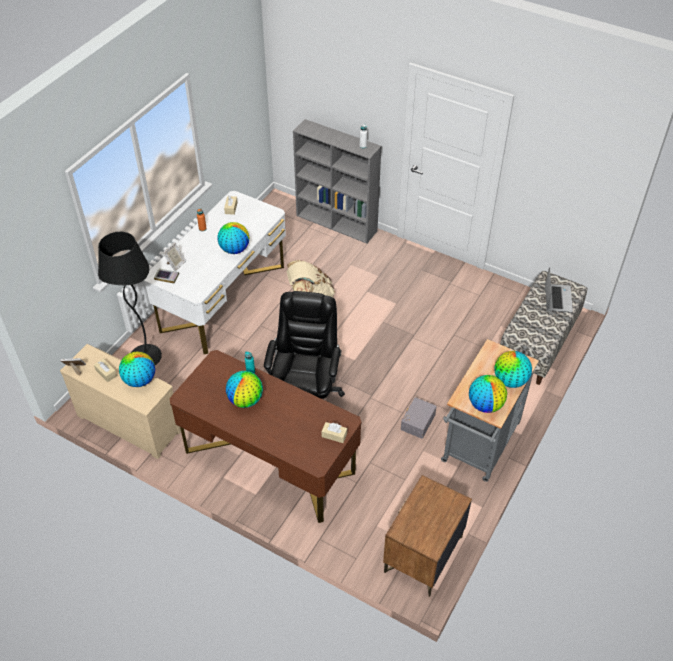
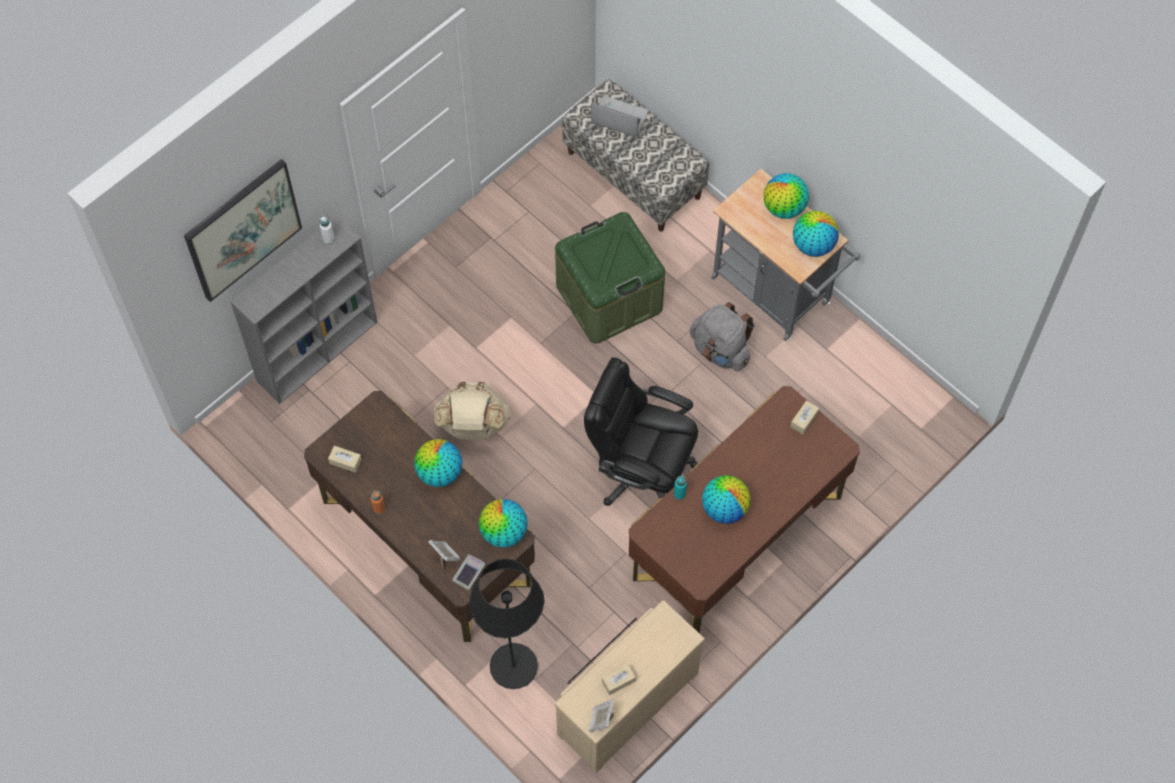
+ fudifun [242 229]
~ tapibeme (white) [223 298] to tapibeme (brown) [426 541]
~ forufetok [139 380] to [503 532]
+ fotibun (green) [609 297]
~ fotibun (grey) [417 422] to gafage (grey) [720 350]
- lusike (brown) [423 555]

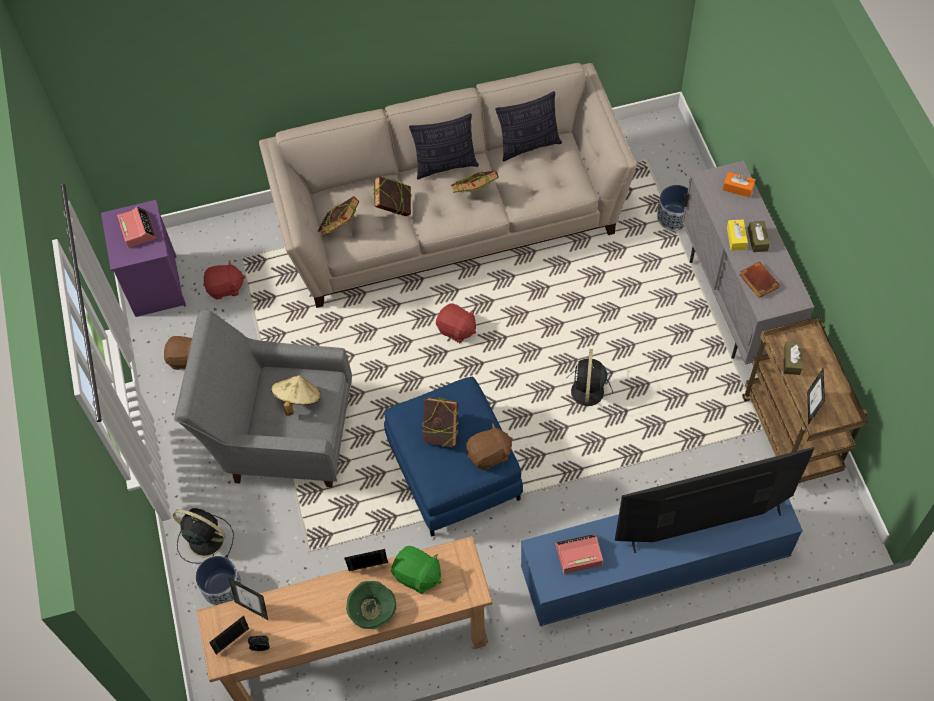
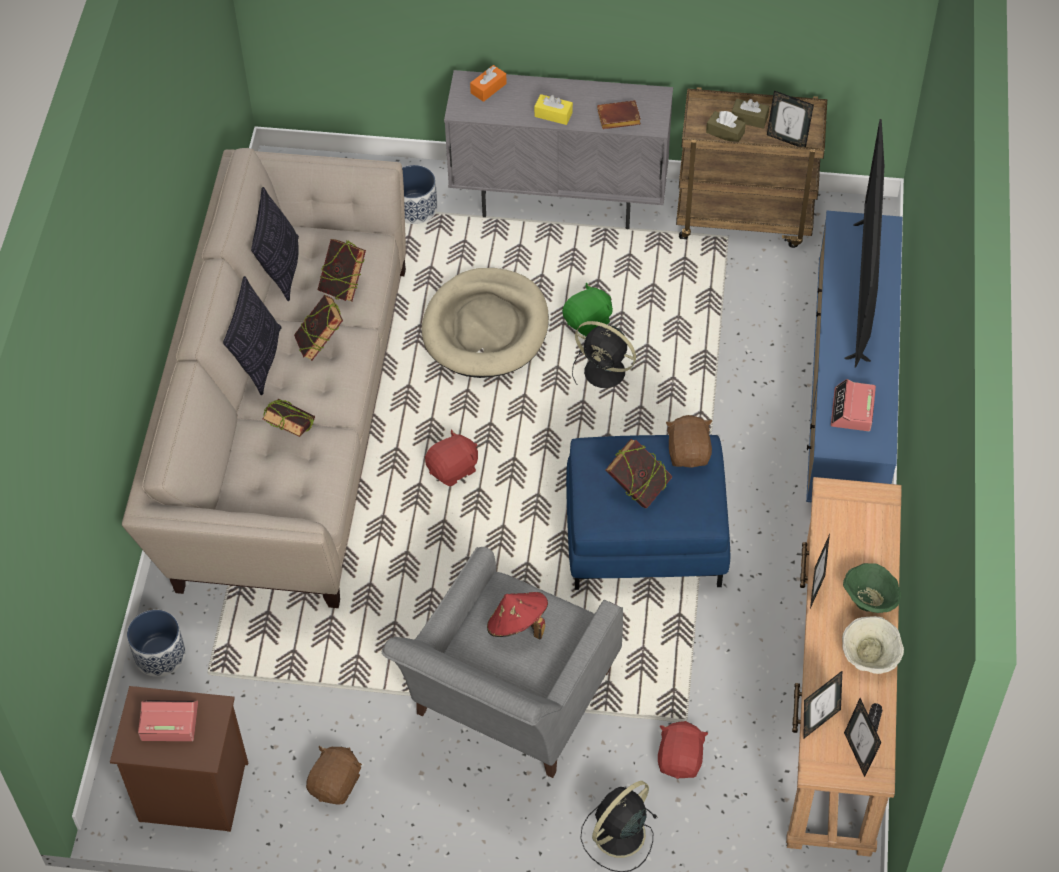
~ lusike (purple) [154 285] to lusike (brown) [190 793]
~ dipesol [223 587] to [159 654]
~ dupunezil [340 228] to [343 287]
+ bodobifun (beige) [486 327]
~ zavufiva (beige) [298 400] to zavufiva (red) [517 626]
~ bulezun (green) [417 575] to [588 321]
~ bulezun (red) [225 288] to [680 759]
~ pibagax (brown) [757 240] to [749 118]
+ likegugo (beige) [870 656]

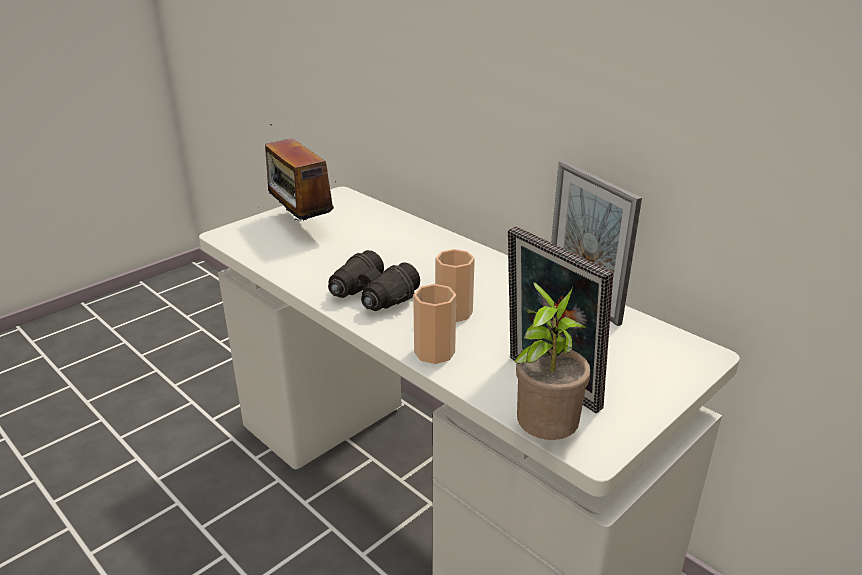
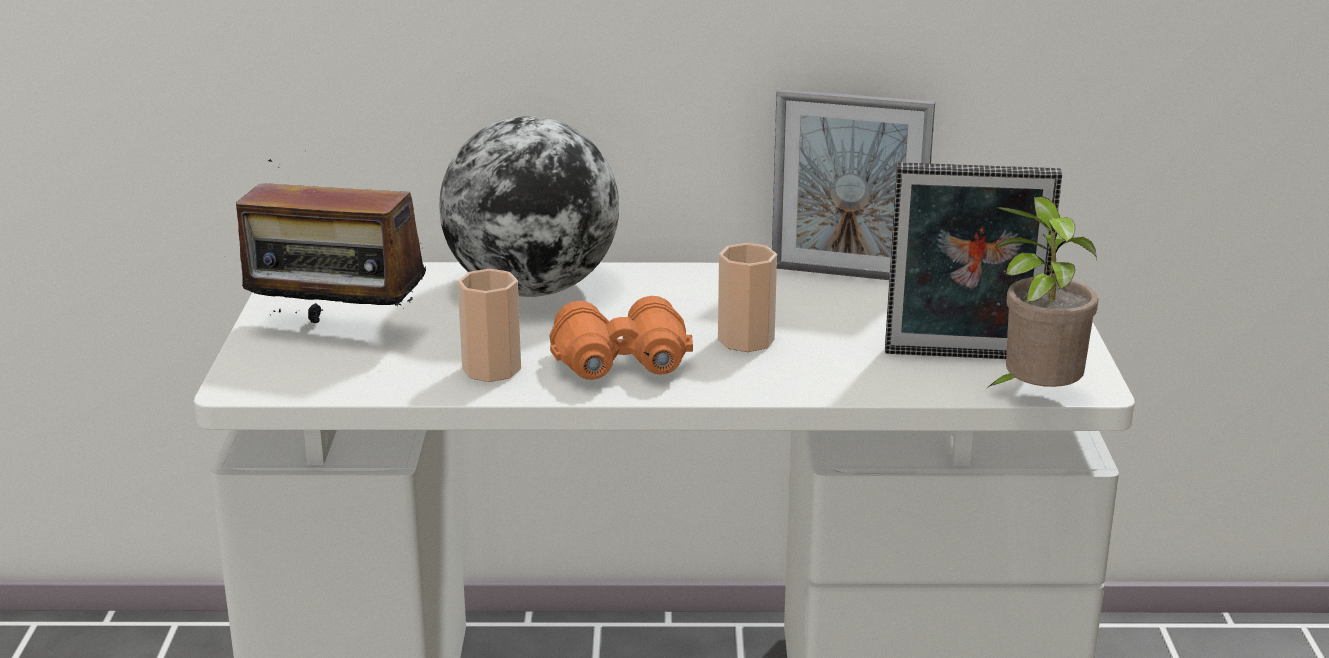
+ forufetok [532 289]
~ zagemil [434 352] to [491 369]
~ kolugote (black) [372 297] to kolugote (orange) [622 365]

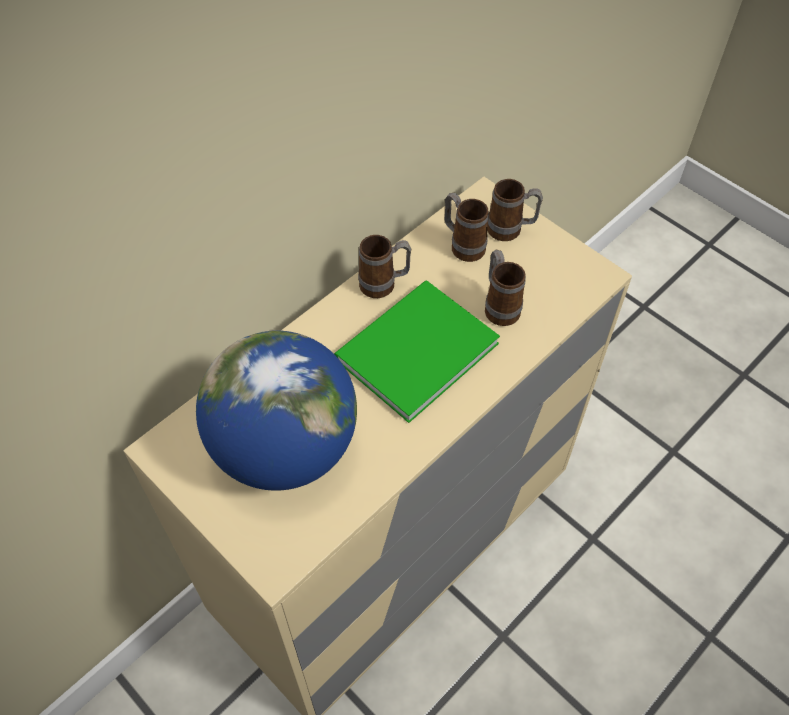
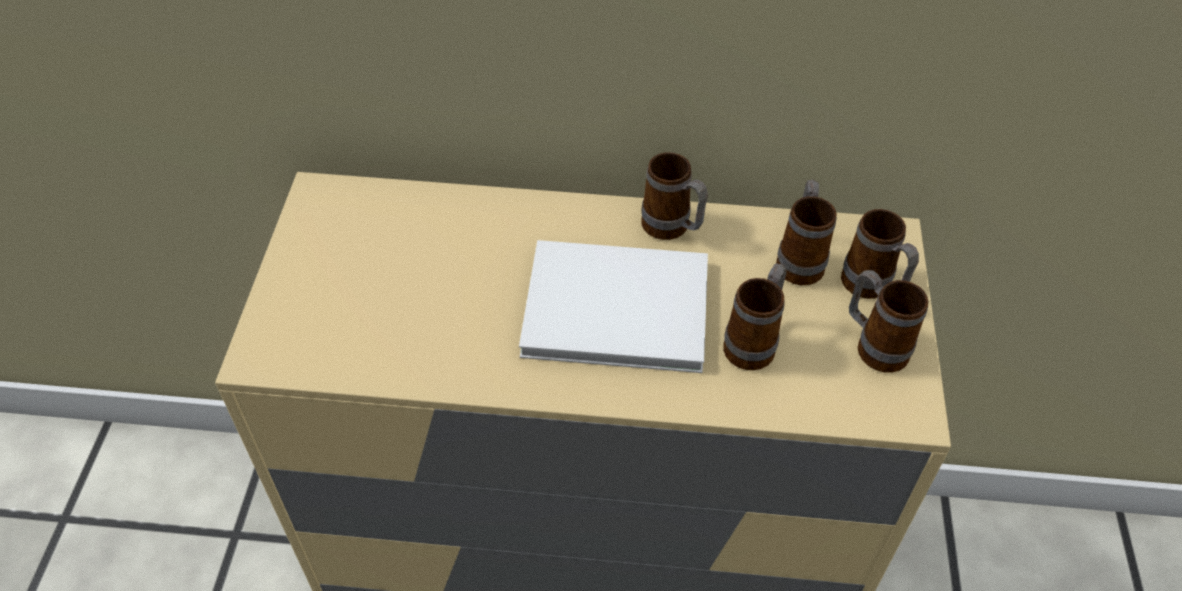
~ dupunezil (green) [411 352] to dupunezil (white) [611 304]
+ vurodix [874 345]
- forufetok [285 448]

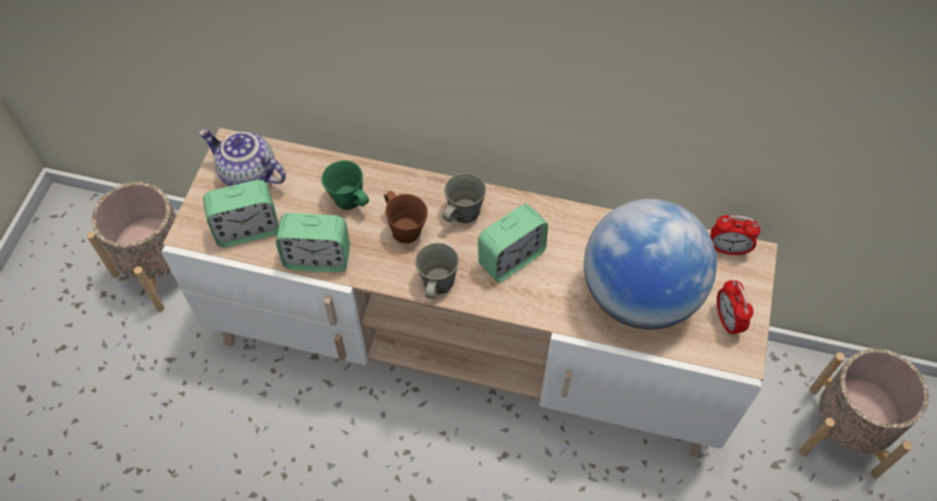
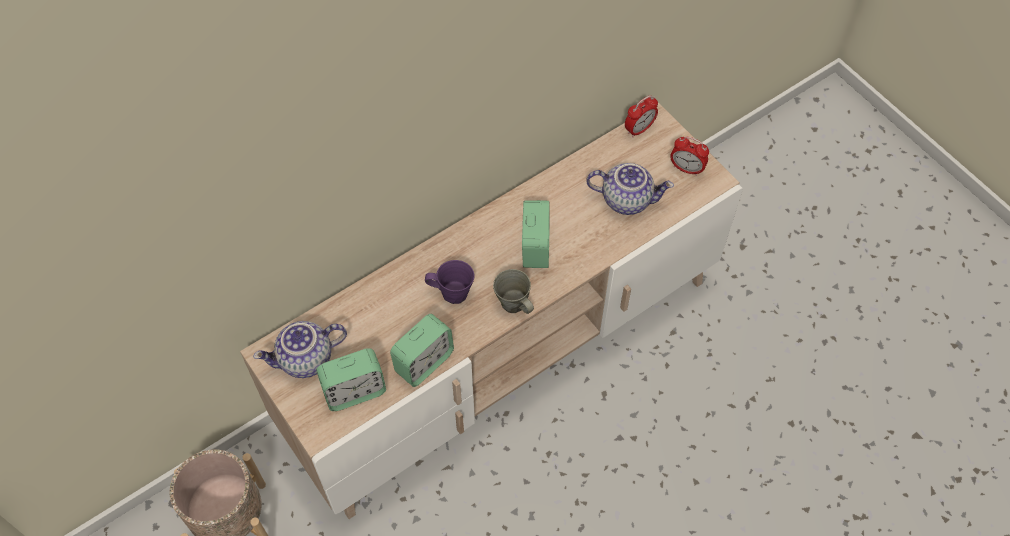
~ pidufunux [247 229] = [354 391] 45 degrees clockwise
~ vurodix (brown) [405 229] to vurodix (purple) [453 292]
~ forufetok [639 294] to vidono [627 199]
- vurodix (green) [349 200]
- vurodix (grey) [463 213]
- dipesol (beige) [843 430]

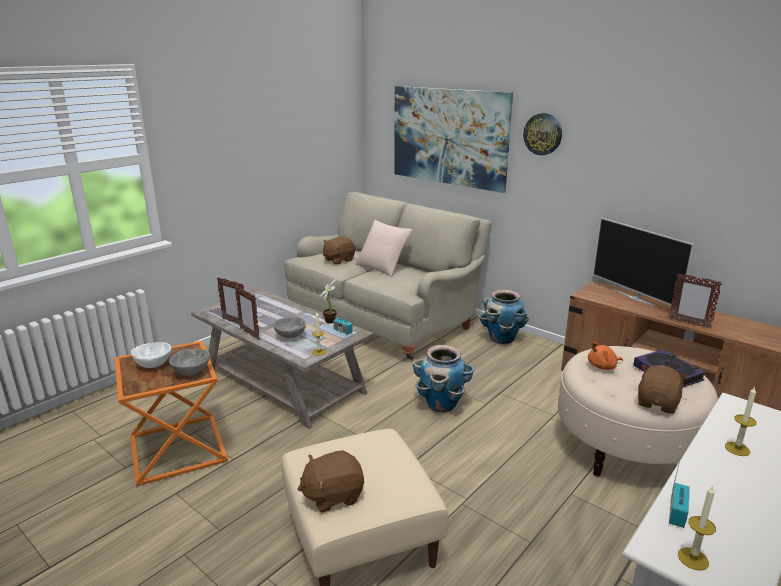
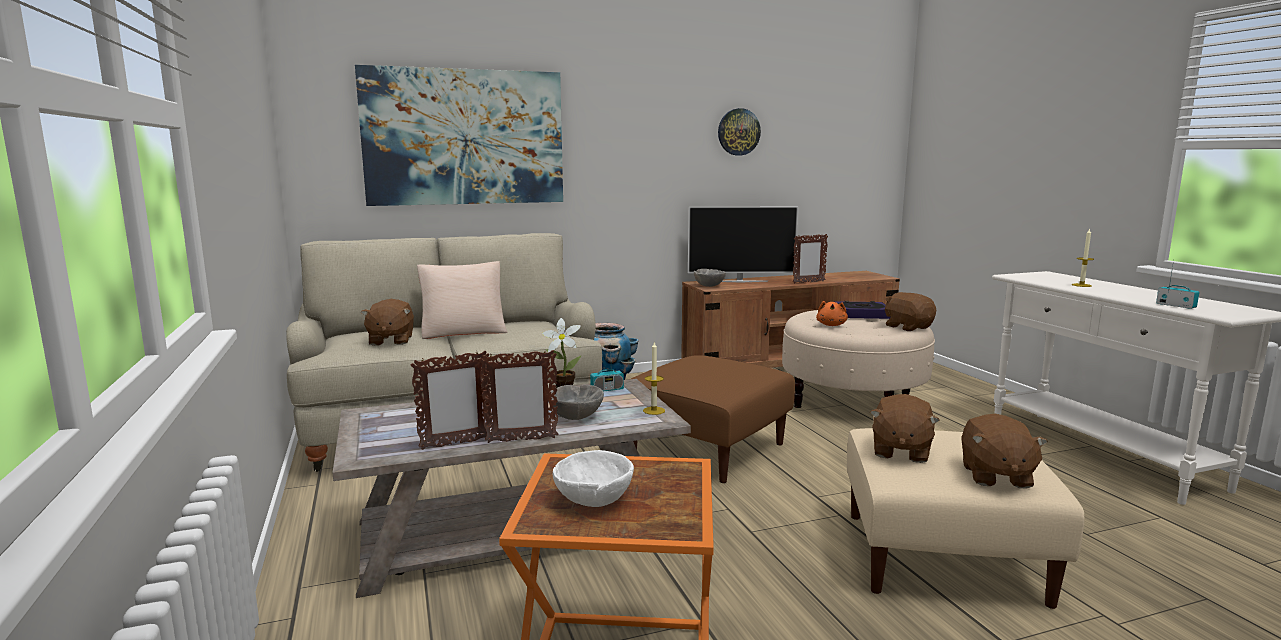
~ dipesol [441 404] to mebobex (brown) [707 448]
~ likegugo (grey) [191 372] to [709 286]
~ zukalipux [543 134] to [738 132]
+ bulezun (brown) [900 451]
- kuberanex [693 558]

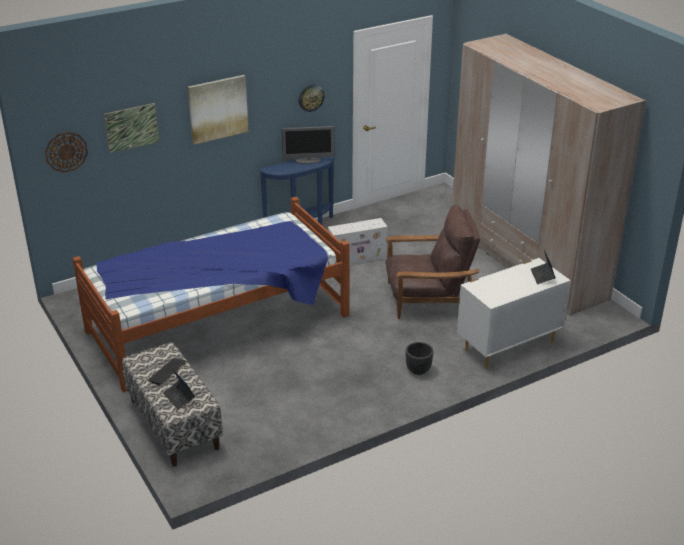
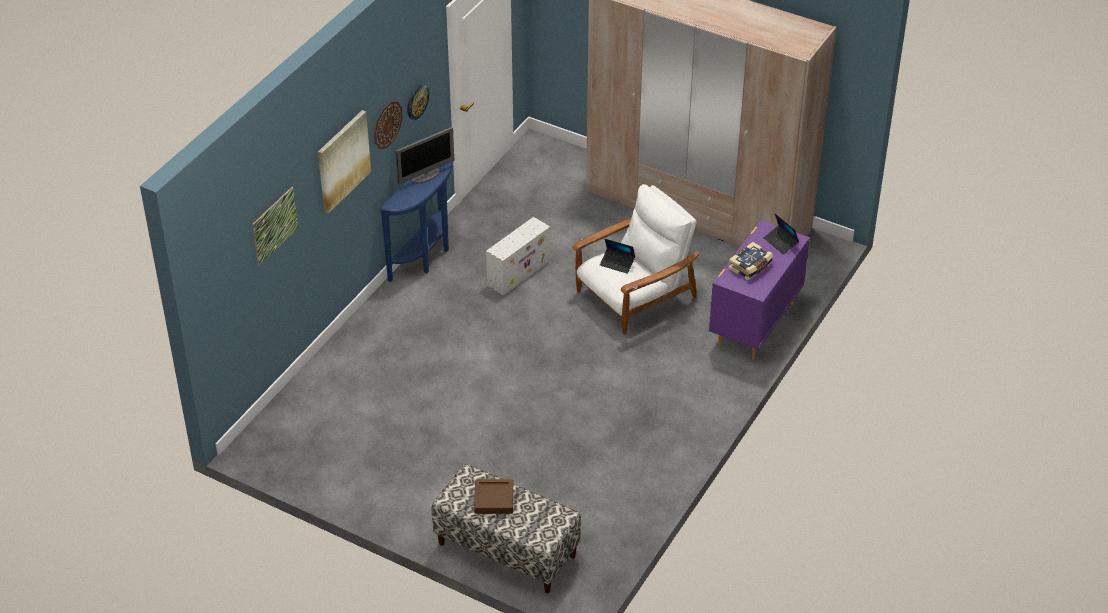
~ zukalipux [66 151] to [387 124]
~ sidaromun [166 372] to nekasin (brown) [494 499]
~ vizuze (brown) [428 297] to vizuze (white) [634 295]
~ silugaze [179 397] to [617 263]
~ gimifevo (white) [507 346] to gimifevo (purple) [754 324]
+ dupunezil [751 267]
- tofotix [219 324]
- dipesol (black) [418 370]

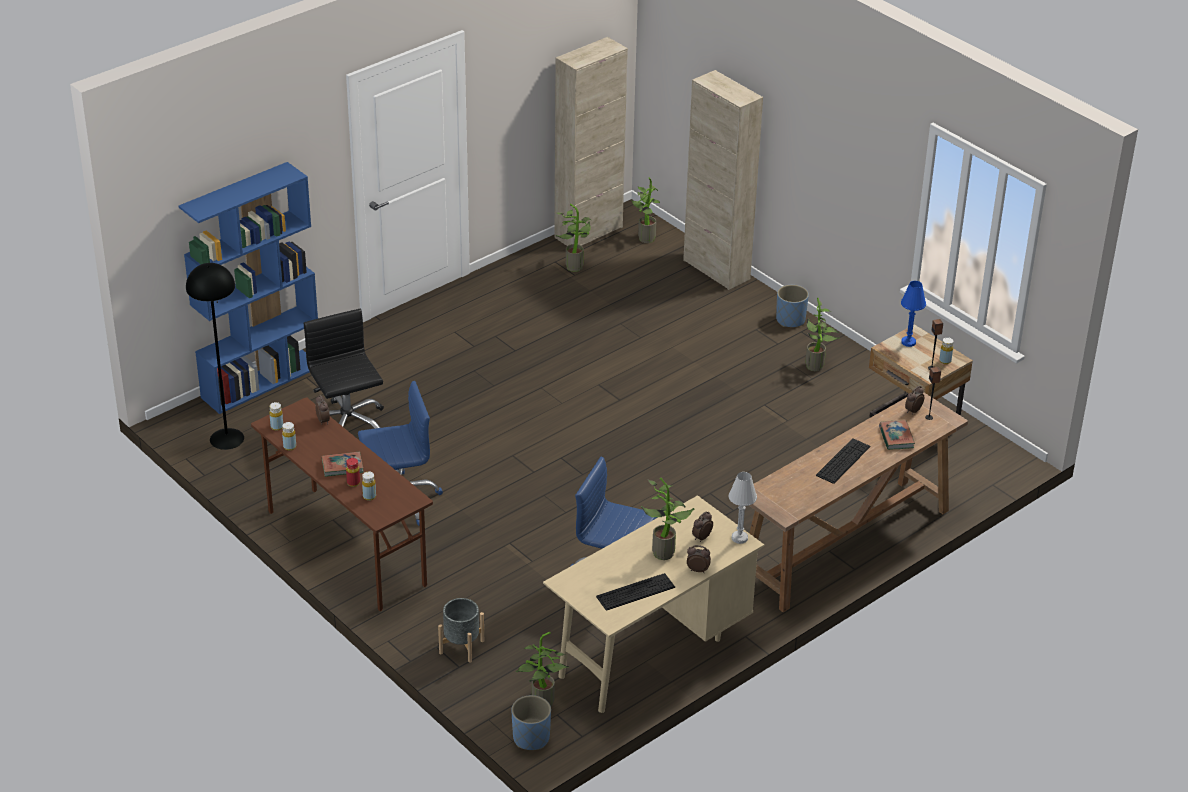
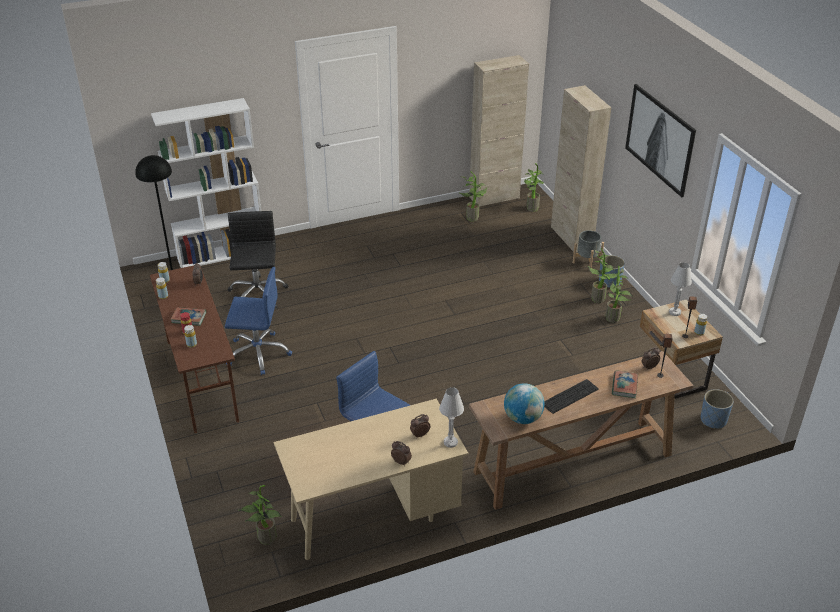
~ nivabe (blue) [261 381] to nivabe (white) [222 254]
+ forufetok [523 418]
~ dipesol (grey) [462 647] to [587 262]
~ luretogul [666 551] to [599 298]
+ fudifun [659 139]
~ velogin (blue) [908 342] to velogin (white) [674 312]
~ dipesol (blue) [531 738] to [713 420]
- sidaromun [635 592]

